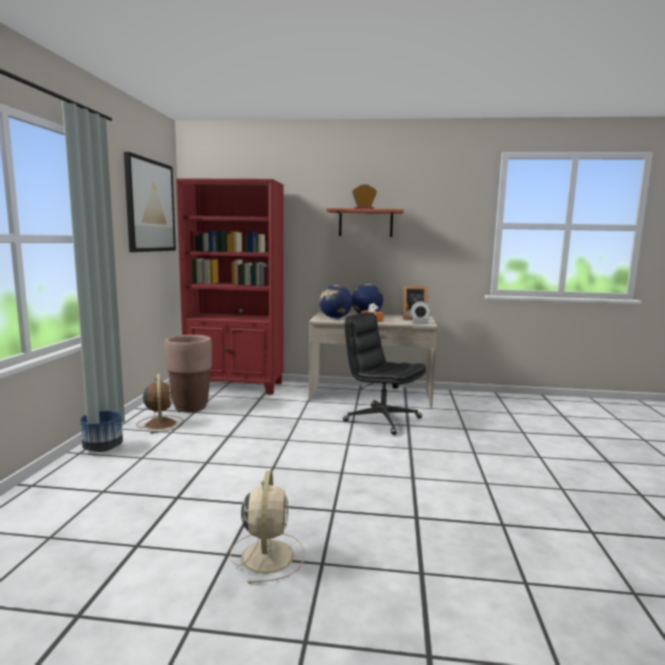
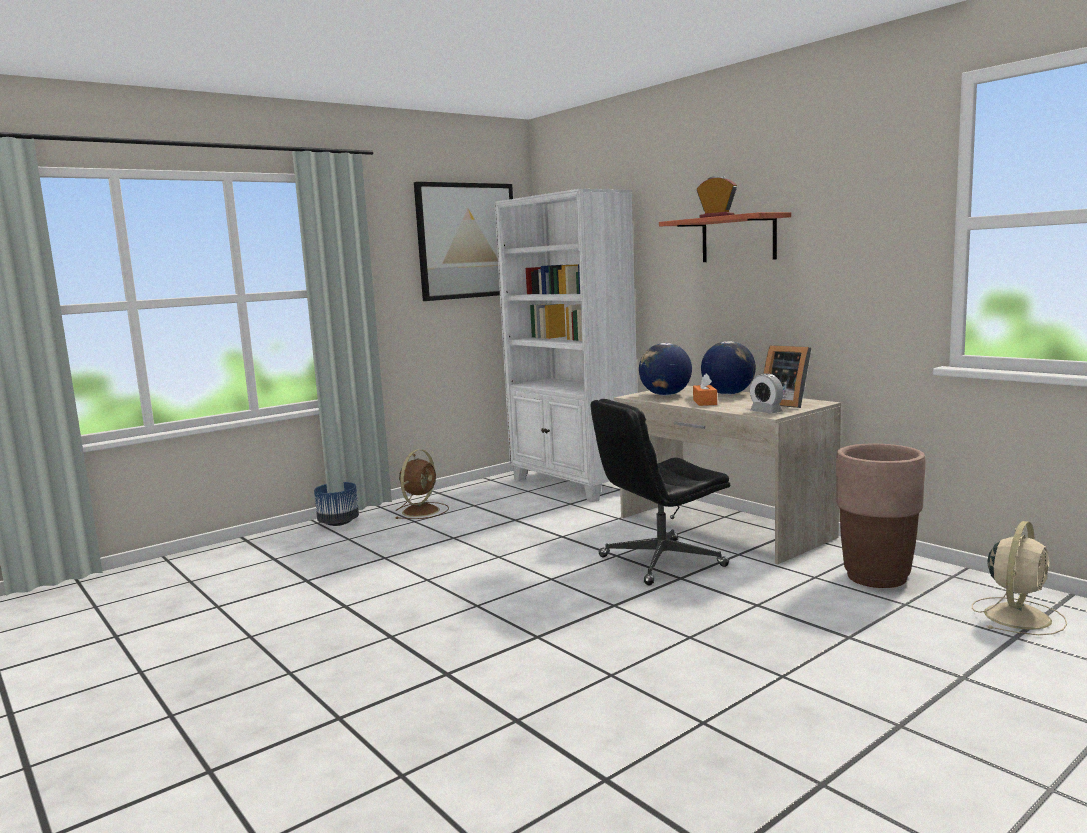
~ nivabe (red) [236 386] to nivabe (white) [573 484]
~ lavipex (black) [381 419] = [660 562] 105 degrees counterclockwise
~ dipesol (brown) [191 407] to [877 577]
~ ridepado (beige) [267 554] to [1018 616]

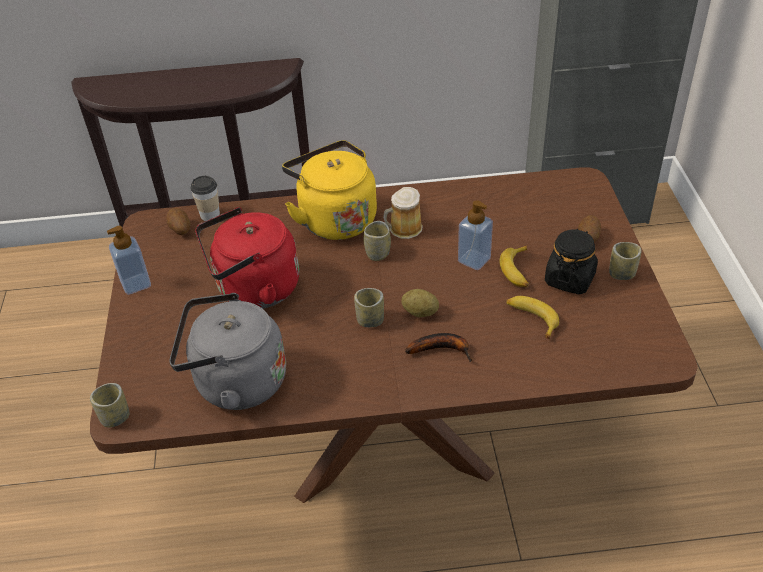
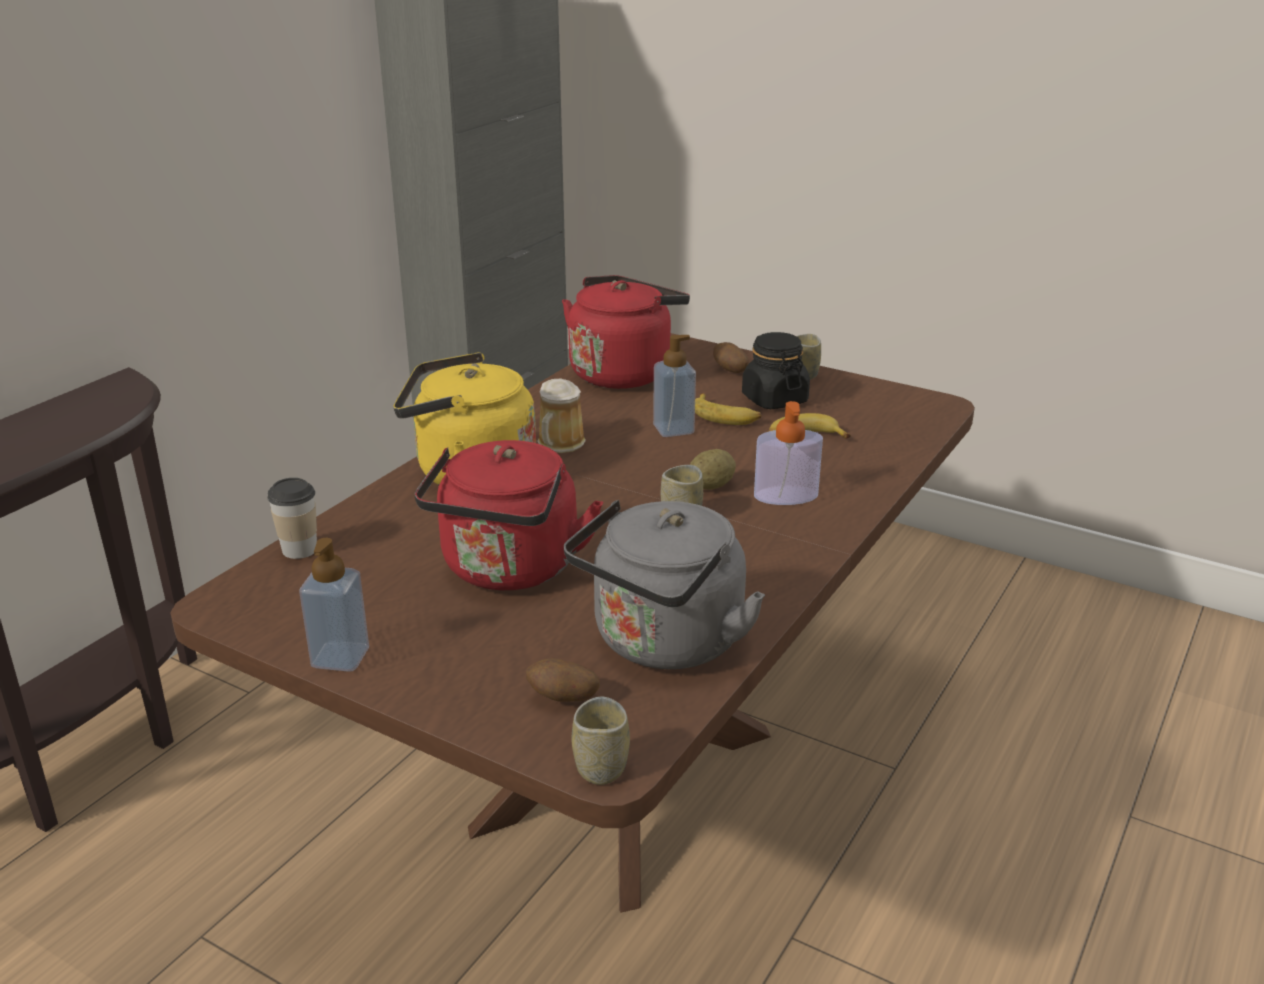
~ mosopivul [180 230] to [563 699]
+ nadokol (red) [623 372]
~ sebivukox [442 349] to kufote [786 496]
- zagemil [378 253]

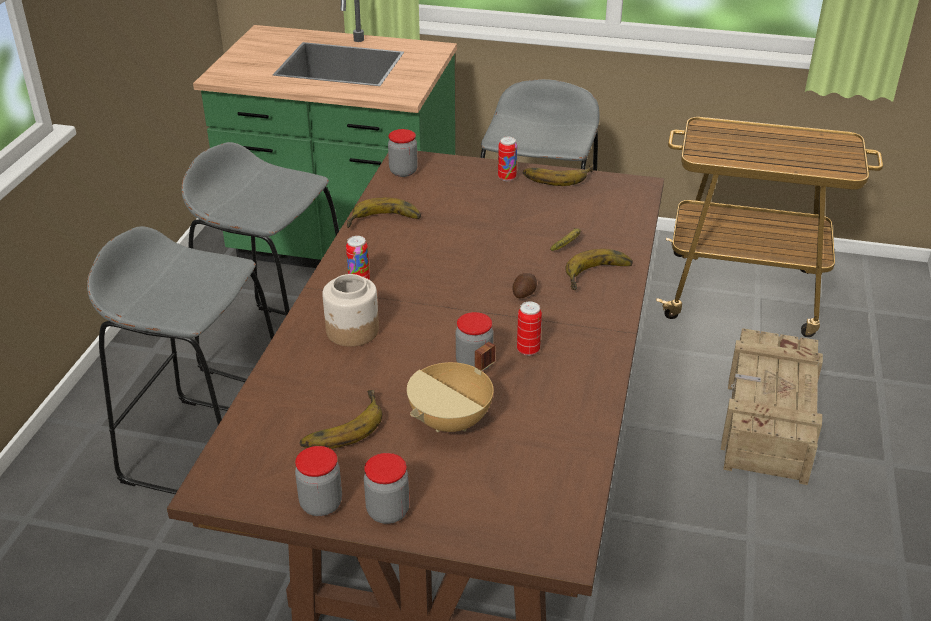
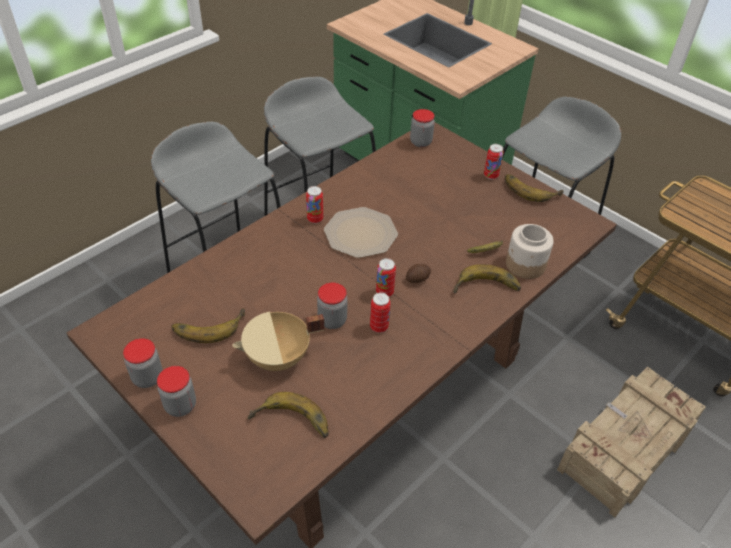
~ sebivukox [384 222] to [290 425]
+ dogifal [361 234]
+ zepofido [384 292]
~ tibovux [352 331] to [525 265]

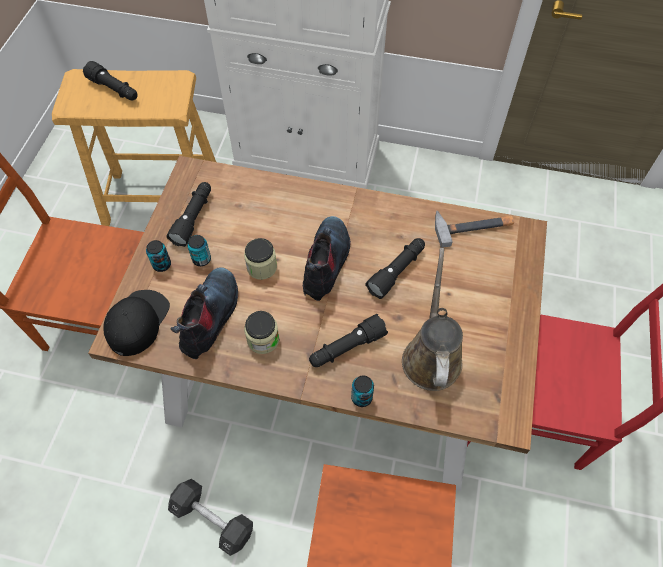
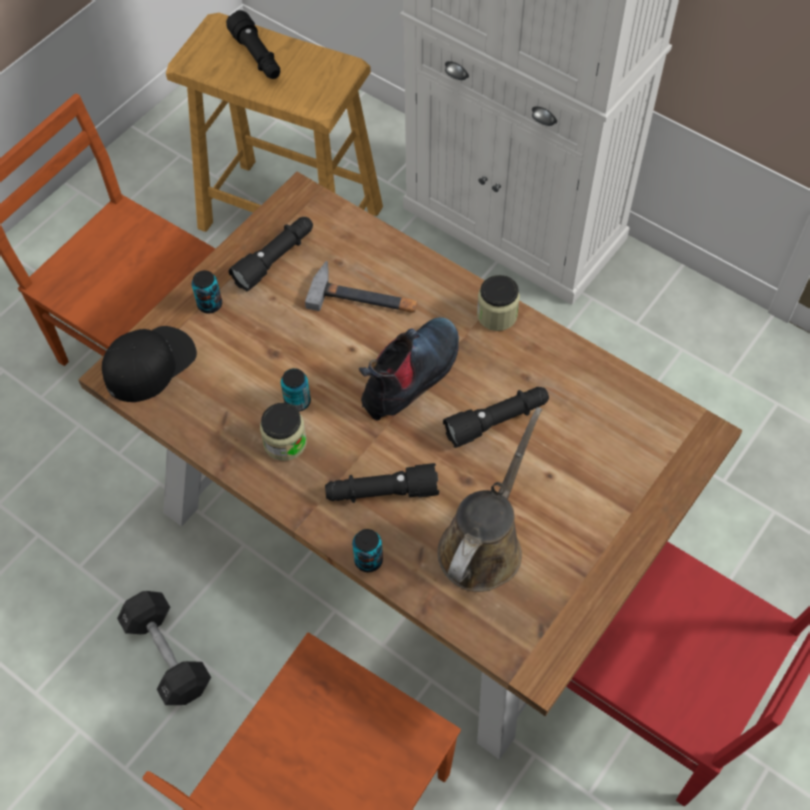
~ zepofido [201 259] to [297 401]
~ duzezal [473 226] to [364 297]
~ tibovux [262 267] to [497 315]
- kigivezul [210 317]

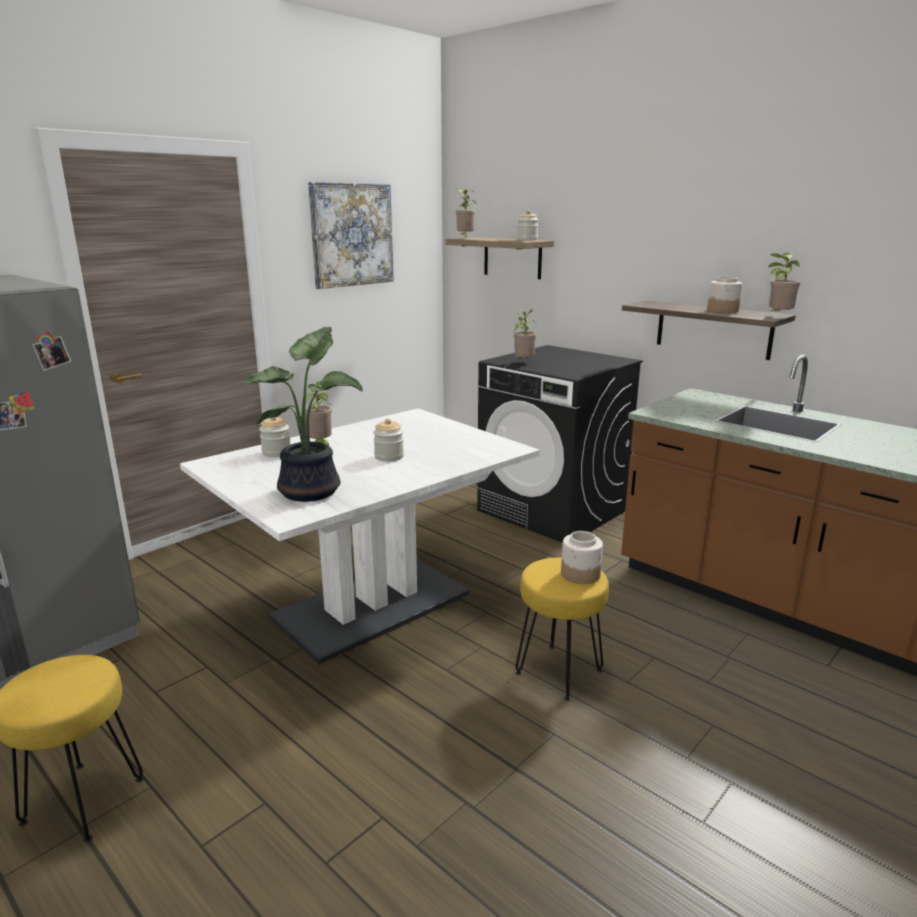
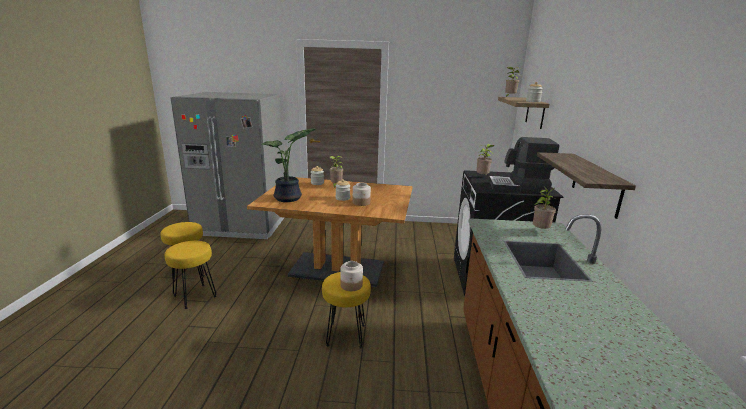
+ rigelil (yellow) [195 296]
~ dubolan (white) [372 606] to dubolan (brown) [337 269]
~ tibovux [723 311] to [361 203]
+ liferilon [518 187]
~ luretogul [777 317] to [540 231]
- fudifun [352 235]

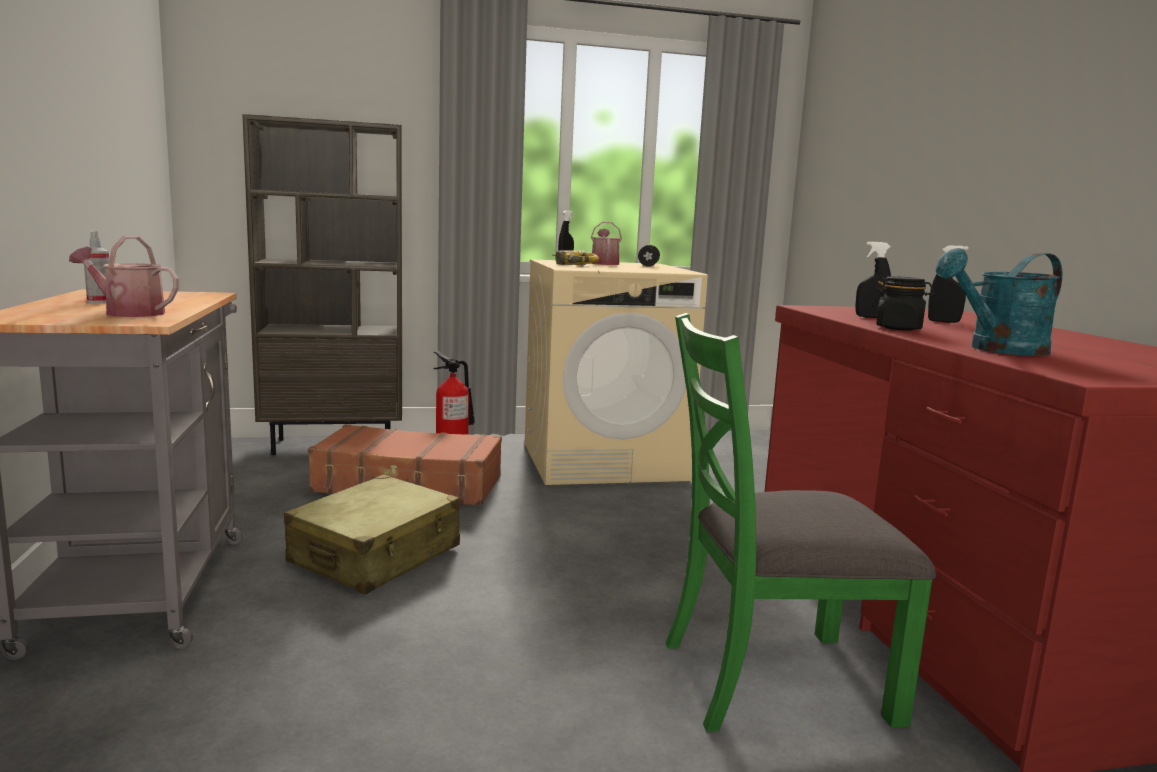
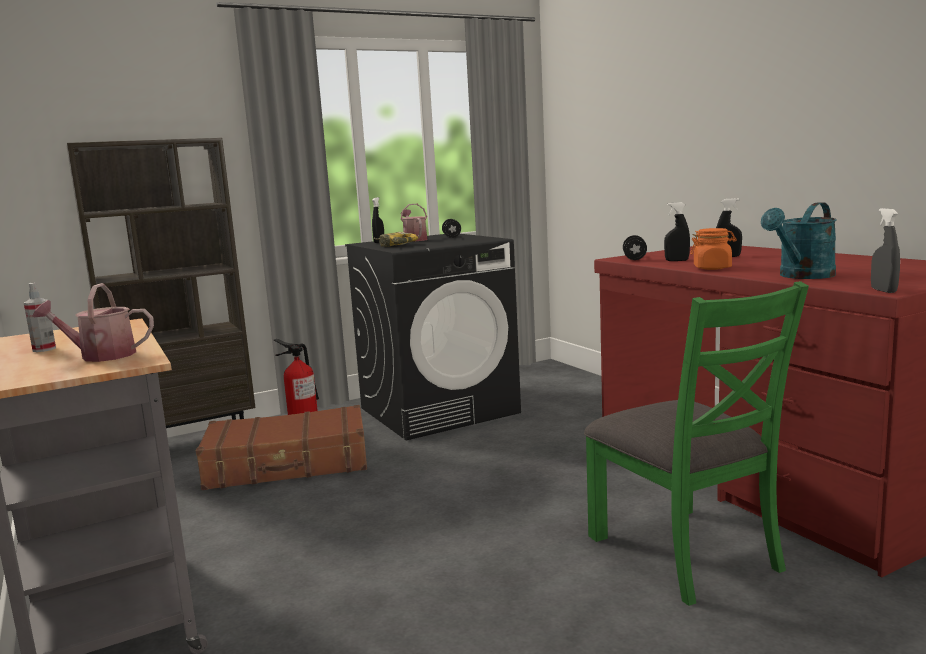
~ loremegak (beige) [604 461] to loremegak (black) [439 410]
~ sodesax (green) [773 679] = [685 552] 90 degrees counterclockwise
+ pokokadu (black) [634 258]
~ tibovux (black) [899 328] to tibovux (orange) [712 268]
+ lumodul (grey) [883 291]
- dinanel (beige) [376 555]

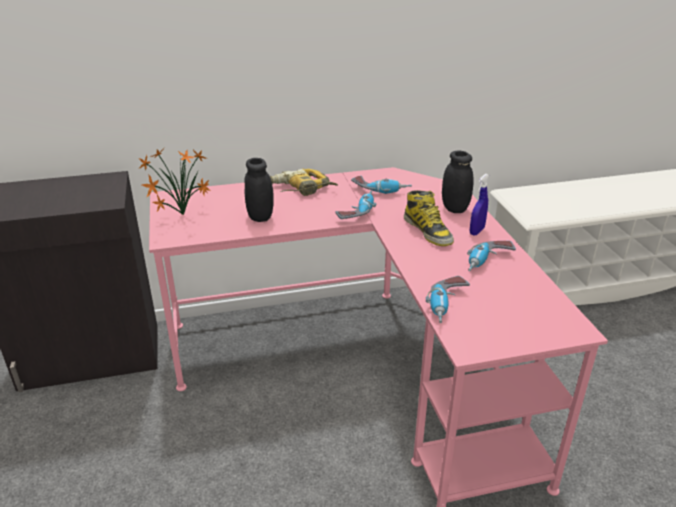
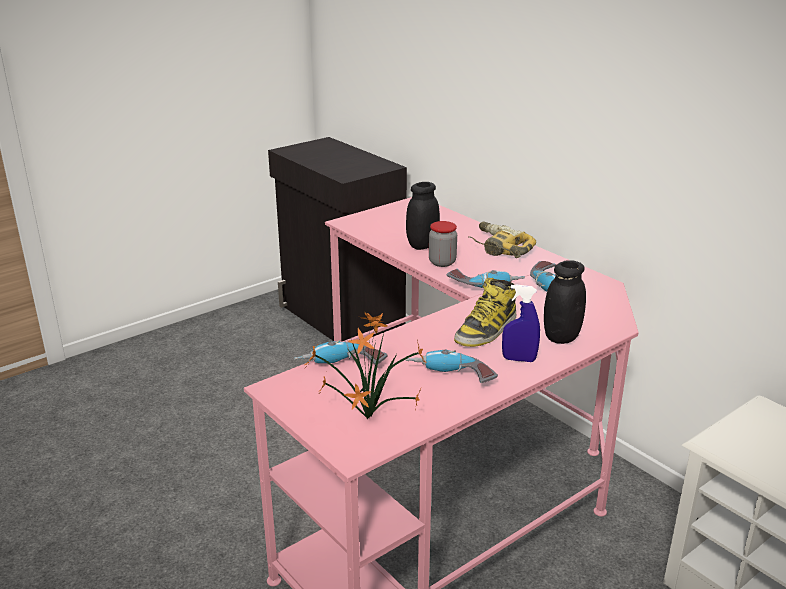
~ luretogul [181 215] to [364 418]
+ tibovux [442 262]

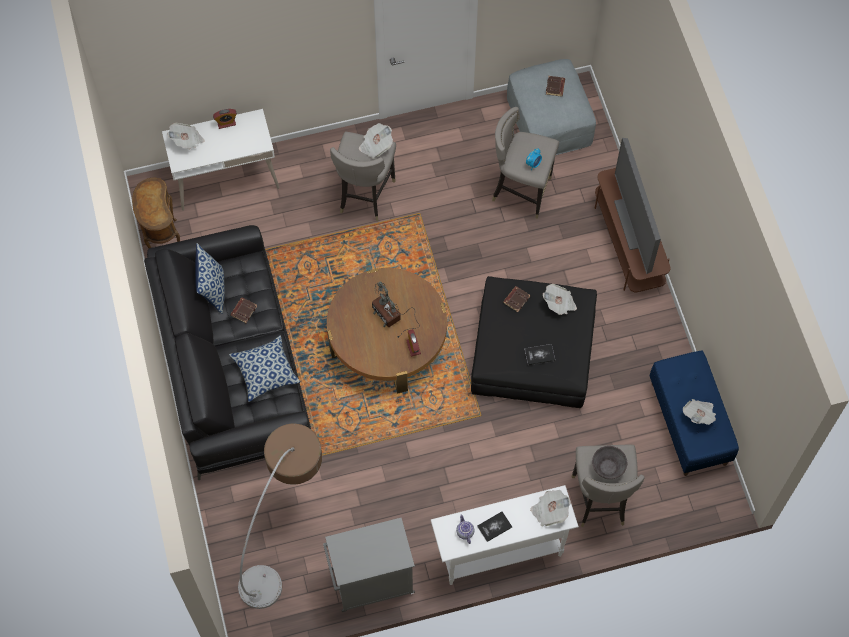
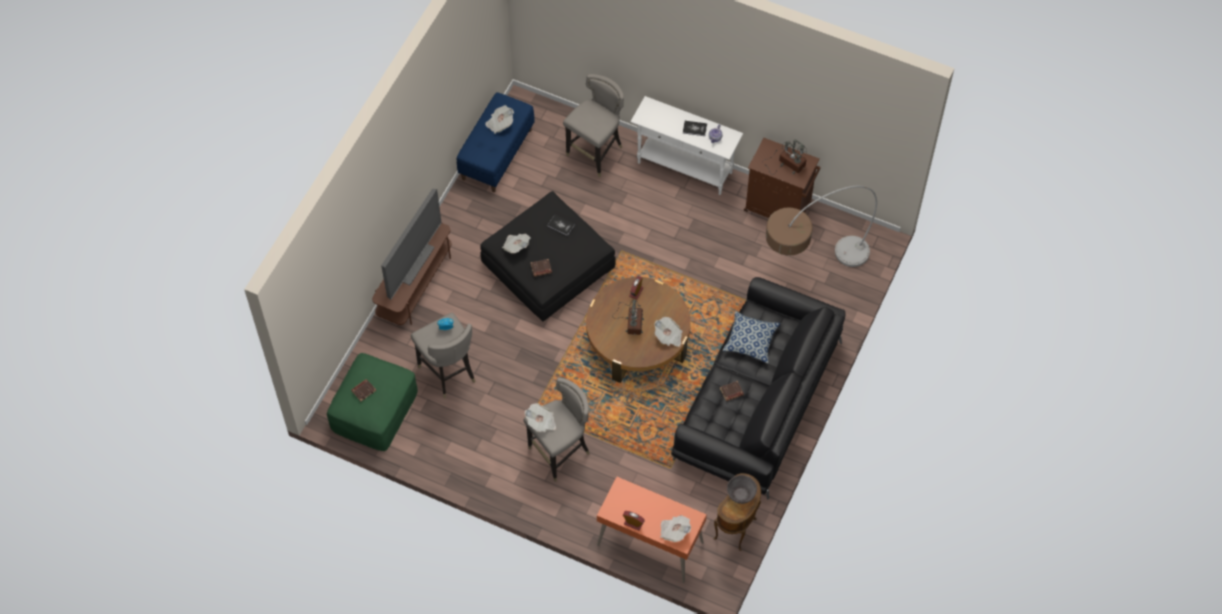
~ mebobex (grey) [549 119] to mebobex (green) [374 410]
~ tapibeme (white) [225 178] to tapibeme (orange) [650 544]
~ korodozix [549 511] to [668 336]
~ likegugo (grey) [608 467] to [741 494]
~ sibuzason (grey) [370 581] to sibuzason (brown) [779 207]
+ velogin [787 164]
- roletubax [212 289]

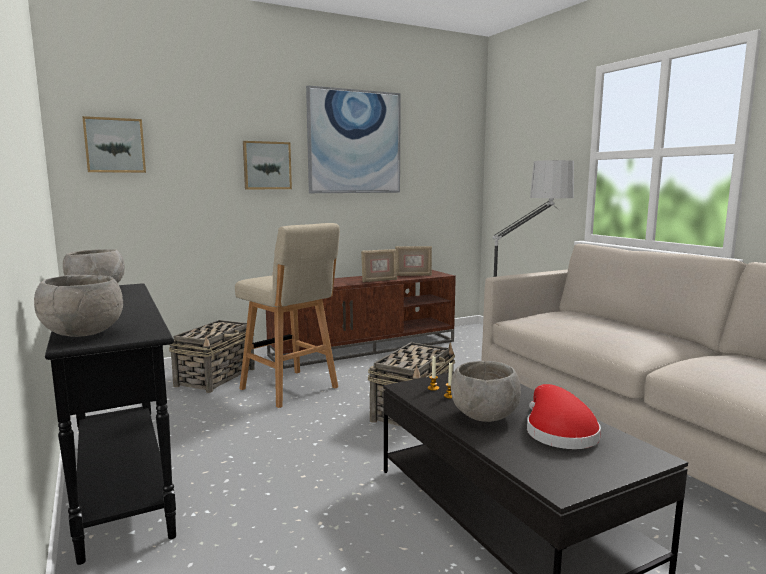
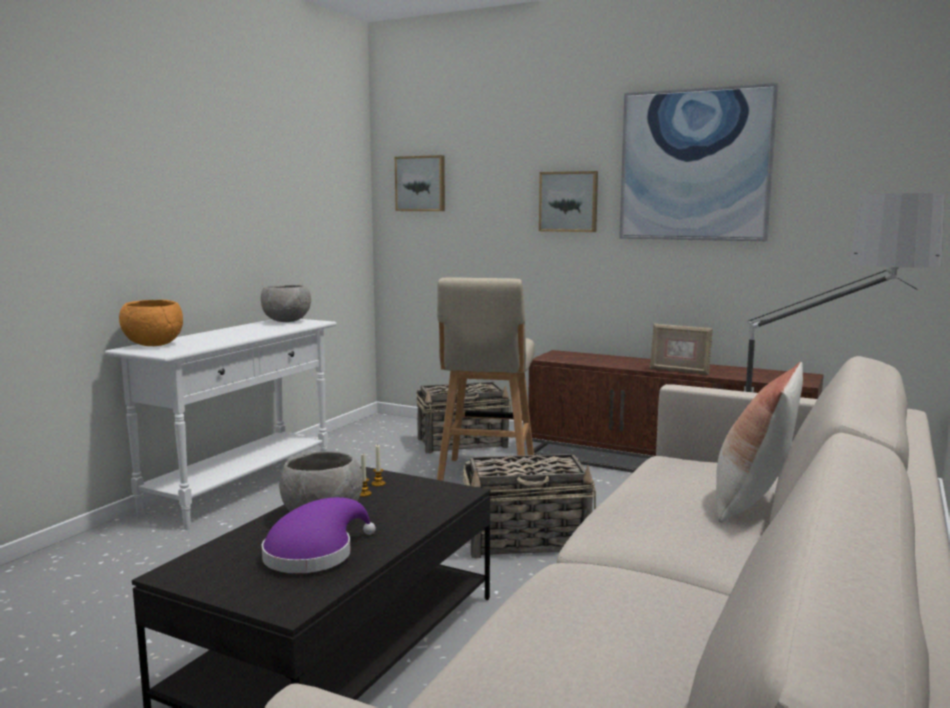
~ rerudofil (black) [122 484] to rerudofil (white) [241 488]
~ likegugo (grey) [83 334] to likegugo (orange) [153 345]
~ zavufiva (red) [558 432] to zavufiva (purple) [314 554]
+ roletubax [752 504]
- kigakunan [413 275]

